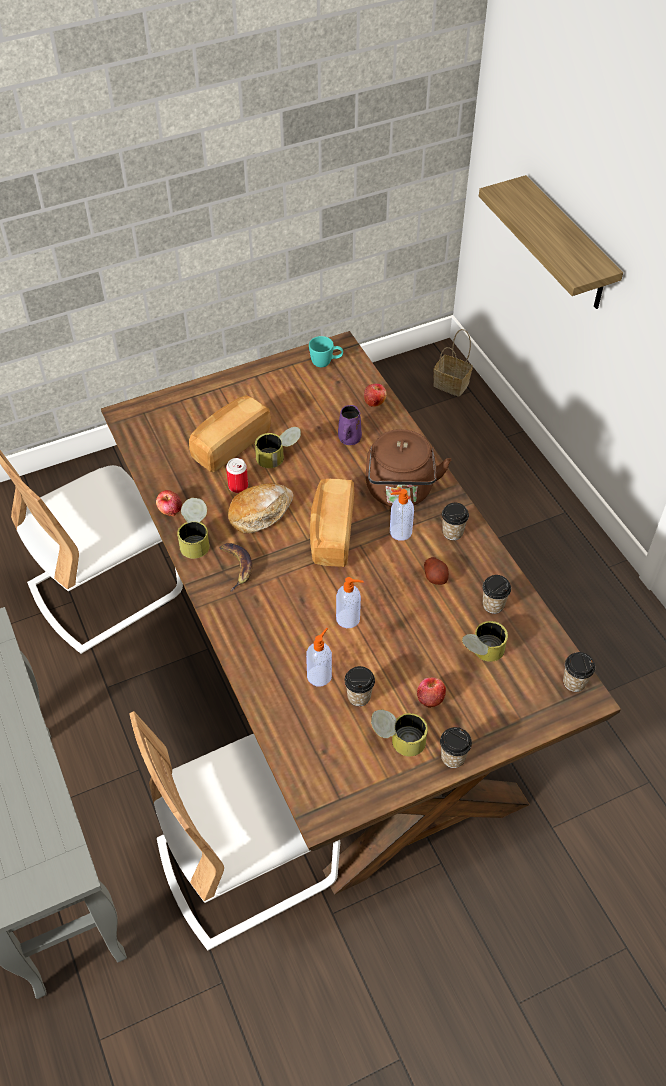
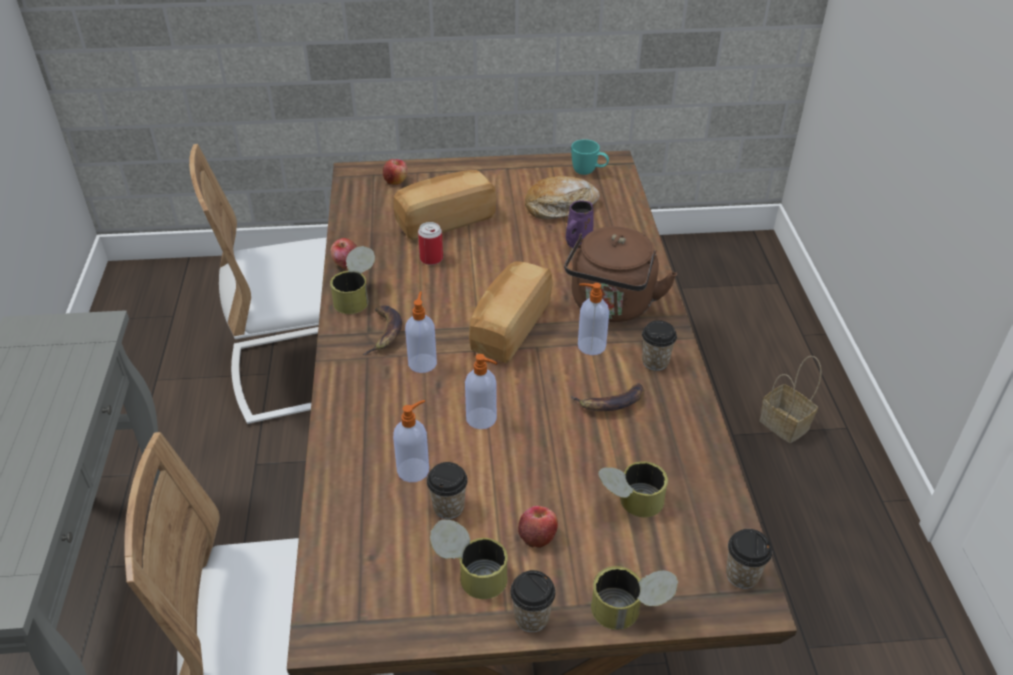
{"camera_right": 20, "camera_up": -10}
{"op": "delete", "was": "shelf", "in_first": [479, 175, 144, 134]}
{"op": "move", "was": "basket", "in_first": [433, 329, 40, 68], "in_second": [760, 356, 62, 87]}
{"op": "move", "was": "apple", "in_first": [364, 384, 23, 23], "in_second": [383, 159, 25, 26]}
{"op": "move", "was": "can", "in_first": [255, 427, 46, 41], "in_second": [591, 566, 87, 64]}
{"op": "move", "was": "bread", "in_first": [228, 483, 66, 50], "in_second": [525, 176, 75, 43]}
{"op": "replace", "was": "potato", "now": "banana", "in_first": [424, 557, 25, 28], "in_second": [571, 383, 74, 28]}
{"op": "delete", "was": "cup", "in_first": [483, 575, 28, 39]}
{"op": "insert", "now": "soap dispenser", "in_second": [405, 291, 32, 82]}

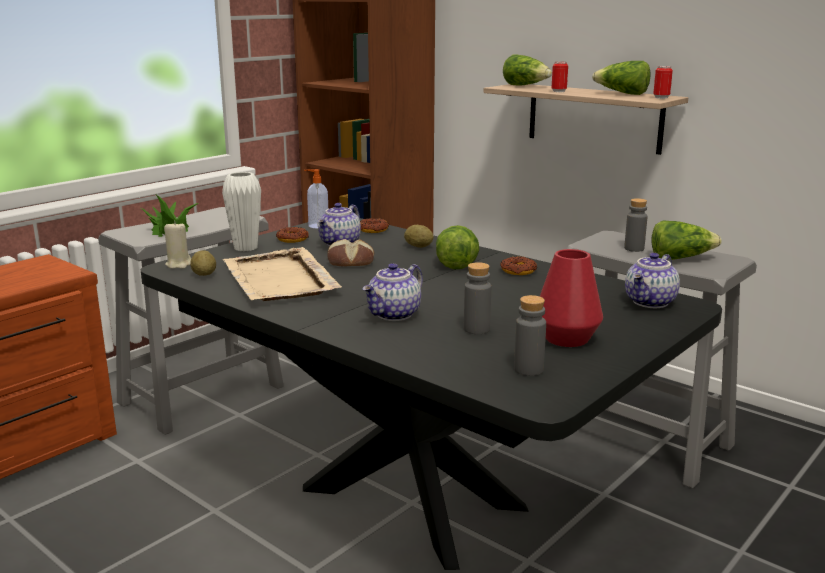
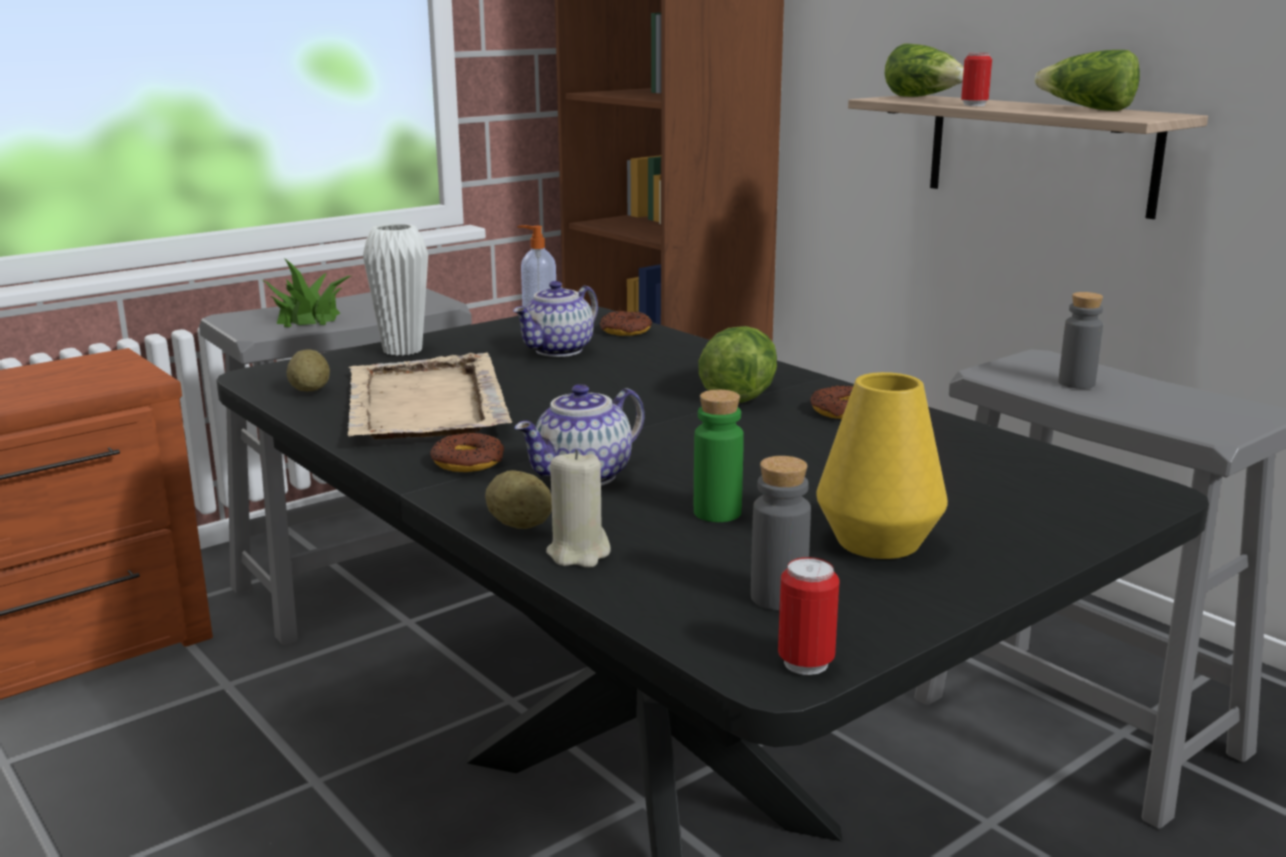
{"camera_right": 10, "camera_up": 0}
{"op": "move", "was": "can", "in_first": [653, 66, 20, 33], "in_second": [778, 557, 62, 118]}
{"op": "delete", "was": "lettuce", "in_first": [651, 220, 71, 40]}
{"op": "move", "was": "candle in beige", "in_first": [164, 221, 27, 48], "in_second": [546, 449, 65, 119]}
{"op": "move", "was": "potato", "in_first": [404, 225, 29, 23], "in_second": [485, 470, 67, 59]}
{"op": "move", "was": "donut", "in_first": [276, 227, 33, 16], "in_second": [430, 433, 74, 39]}
{"op": "delete", "was": "bread", "in_first": [327, 239, 47, 27]}
{"op": "recolor", "was": "vase in red", "now": "vase in yellow", "in_first": [540, 249, 63, 98], "in_second": [816, 372, 132, 187]}
{"op": "delete", "was": "teapot", "in_first": [625, 253, 55, 55]}
{"op": "recolor", "was": "bottle in grey", "now": "bottle in green", "in_first": [464, 262, 27, 72], "in_second": [694, 390, 50, 132]}

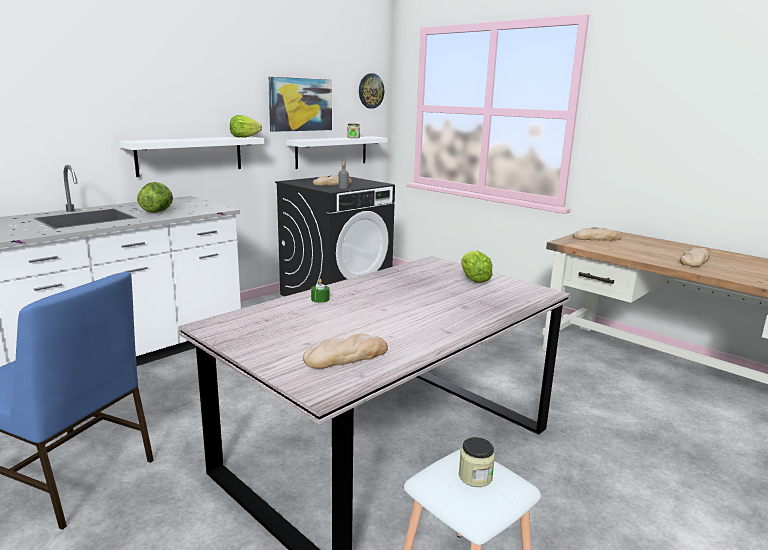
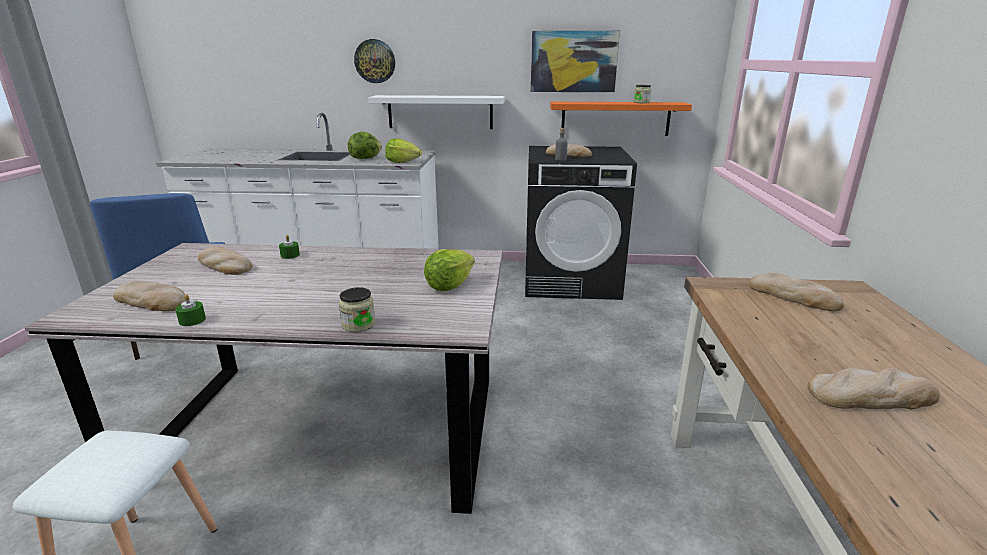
{"camera_right": 50, "camera_up": 5}
{"op": "move", "was": "wall clock", "in_first": [359, 73, 25, 36], "in_second": [354, 39, 41, 44]}
{"op": "move", "was": "lettuce", "in_first": [230, 115, 32, 23], "in_second": [385, 139, 37, 24]}
{"op": "recolor", "was": "shelf in white", "now": "shelf in orange", "in_first": [286, 136, 102, 33], "in_second": [550, 102, 142, 34]}
{"op": "move", "was": "jar", "in_first": [459, 437, 36, 50], "in_second": [339, 287, 36, 45]}
{"op": "insert", "now": "bread", "in_second": [198, 246, 55, 29]}
{"op": "insert", "now": "candle in green", "in_second": [175, 294, 31, 32]}

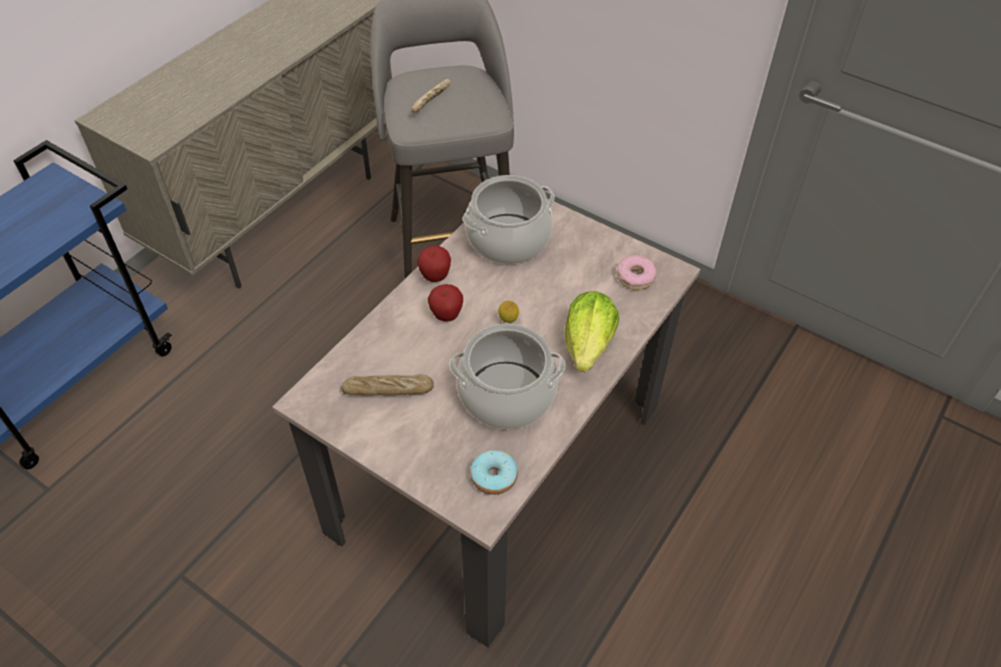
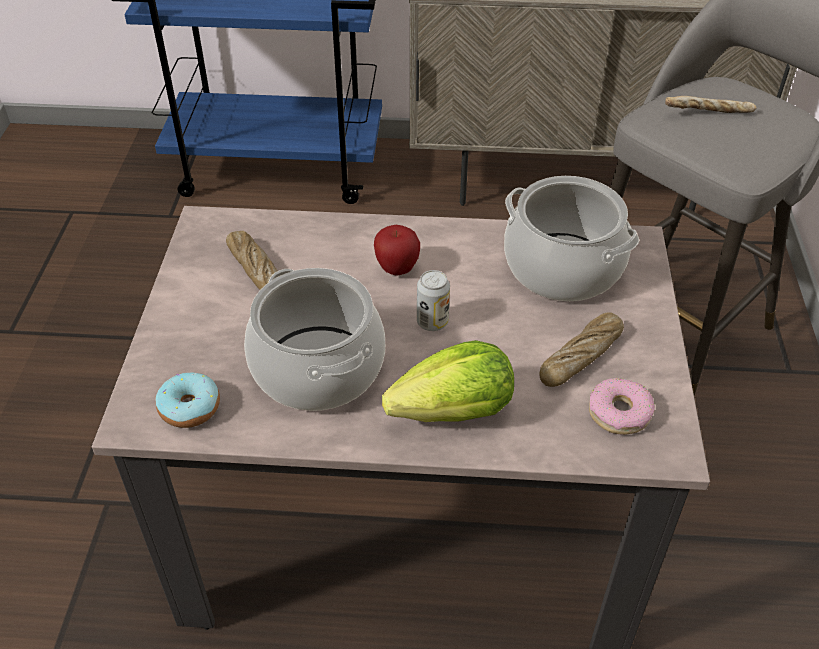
{"camera_right": 60, "camera_up": -5}
{"op": "delete", "was": "apple", "in_first": [417, 246, 34, 36]}
{"op": "replace", "was": "lemon", "now": "can", "in_first": [498, 300, 21, 23], "in_second": [417, 270, 33, 61]}
{"op": "insert", "now": "bread", "in_second": [539, 312, 85, 75]}

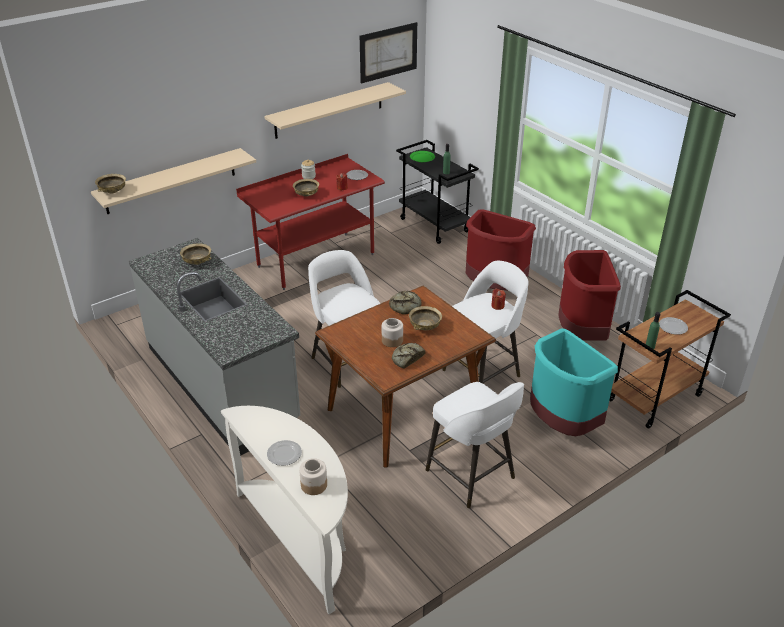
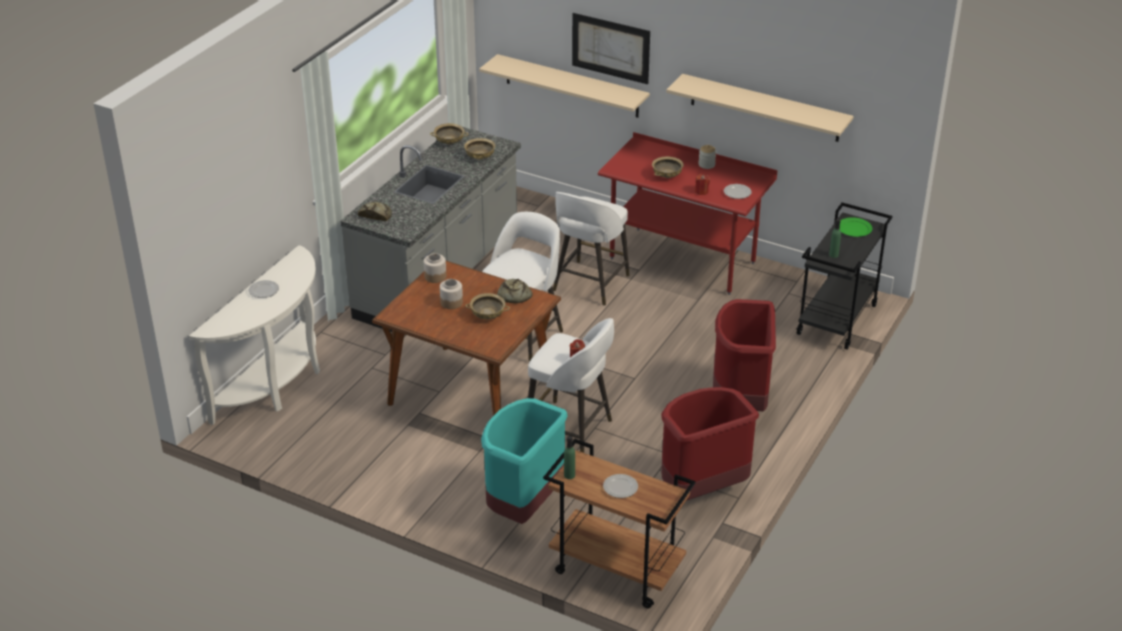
{"camera_right": 65, "camera_up": 0}
{"op": "move", "was": "picture", "in_first": [360, 22, 57, 62], "in_second": [572, 13, 78, 71]}
{"op": "move", "was": "bowl in beige", "in_first": [95, 174, 31, 20], "in_second": [430, 123, 39, 22]}
{"op": "move", "was": "bread", "in_first": [392, 343, 34, 26], "in_second": [358, 202, 34, 19]}
{"op": "move", "was": "stool in white", "in_first": [426, 382, 98, 126], "in_second": [553, 192, 77, 114]}
{"op": "move", "was": "jar", "in_first": [299, 458, 28, 37], "in_second": [424, 253, 22, 30]}

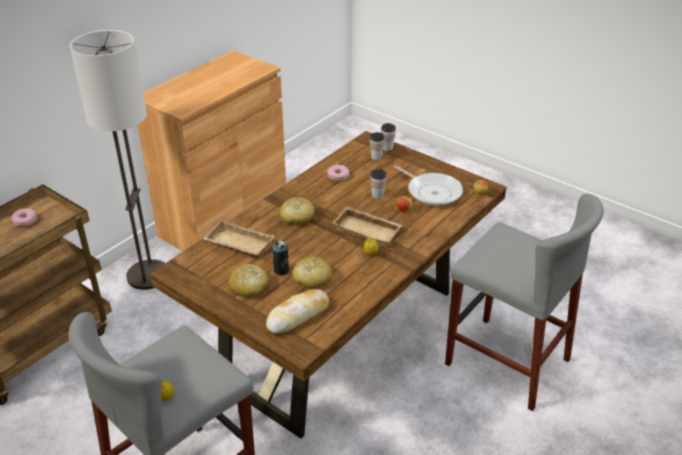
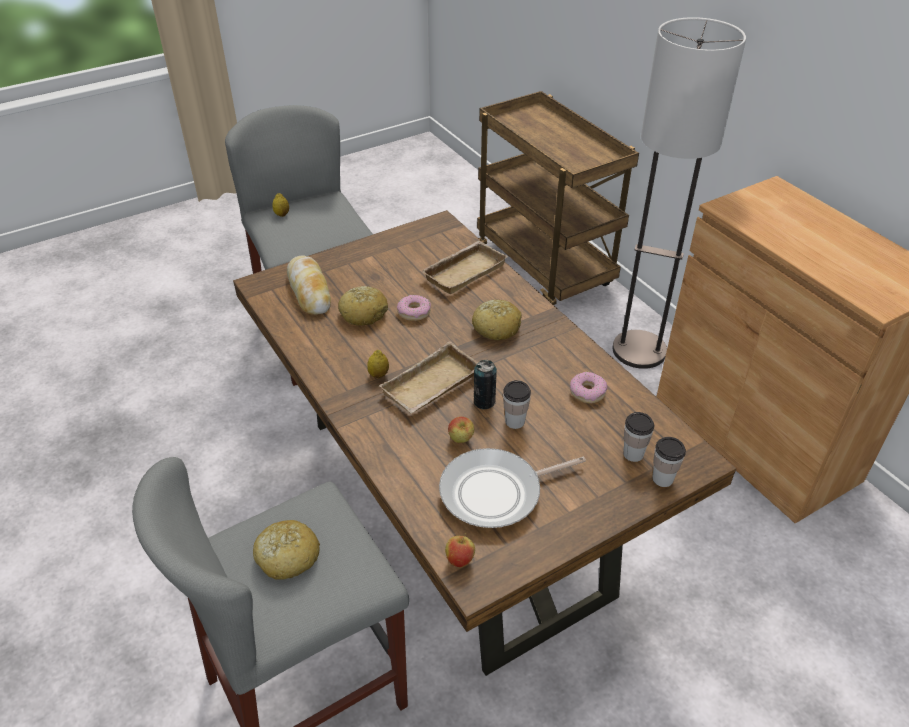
{"camera_right": 110, "camera_up": 5}
{"op": "move", "was": "donut", "in_first": [11, 208, 26, 19], "in_second": [397, 295, 34, 26]}
{"op": "move", "was": "can", "in_first": [272, 240, 17, 35], "in_second": [474, 360, 23, 49]}
{"op": "move", "was": "bread", "in_first": [229, 264, 40, 34], "in_second": [253, 520, 67, 60]}

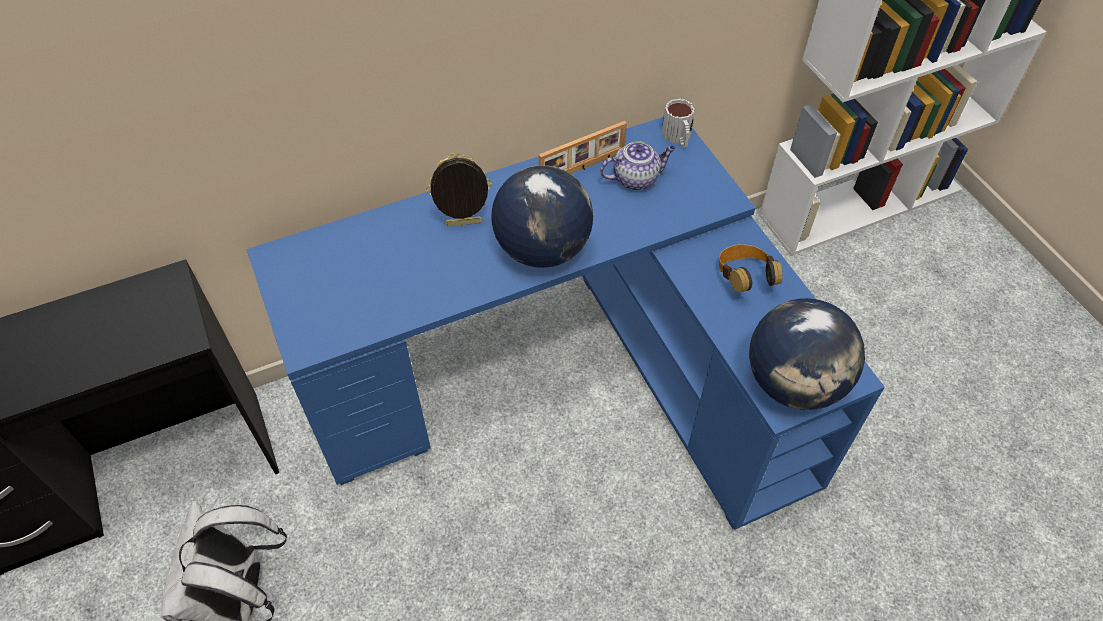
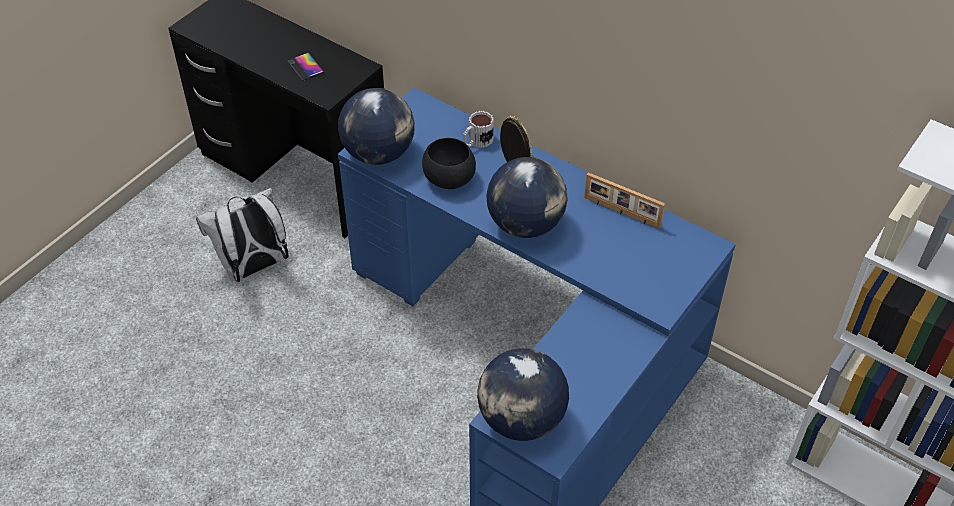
{"camera_right": 60, "camera_up": -5}
{"op": "move", "was": "mug", "in_first": [662, 99, 33, 48], "in_second": [463, 111, 31, 37]}
{"op": "delete", "was": "teapot", "in_first": [600, 141, 76, 49]}
{"op": "delete", "was": "headphones", "in_first": [719, 244, 64, 48]}
{"op": "insert", "now": "phone", "in_second": [288, 53, 36, 28]}
{"op": "insert", "now": "globe", "in_second": [338, 88, 77, 77]}
{"op": "insert", "now": "bowl in black", "in_second": [422, 138, 54, 51]}

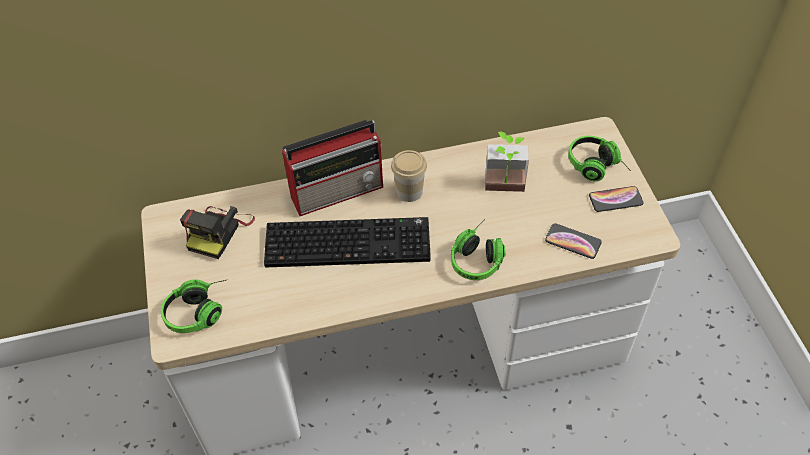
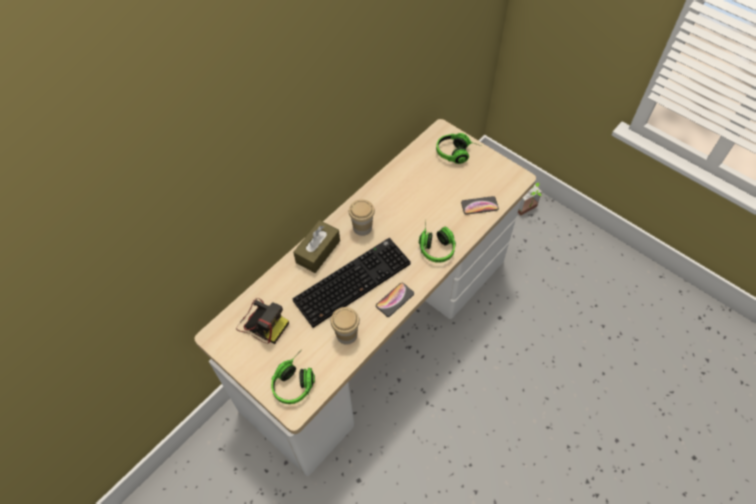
{"camera_right": -35, "camera_up": 5}
{"op": "replace", "was": "radio", "now": "tissue box in brown", "in_first": [282, 120, 101, 96], "in_second": [293, 220, 47, 53]}
{"op": "move", "was": "potted plant", "in_first": [485, 132, 44, 60], "in_second": [518, 182, 24, 33]}
{"op": "move", "was": "phone", "in_first": [589, 186, 55, 26], "in_second": [376, 283, 38, 34]}
{"op": "rotate", "was": "photo camera", "in_first": [180, 206, 75, 53], "in_second": [236, 298, 53, 46], "clockwise": -45}
{"op": "insert", "now": "cup", "in_second": [331, 307, 29, 38]}

